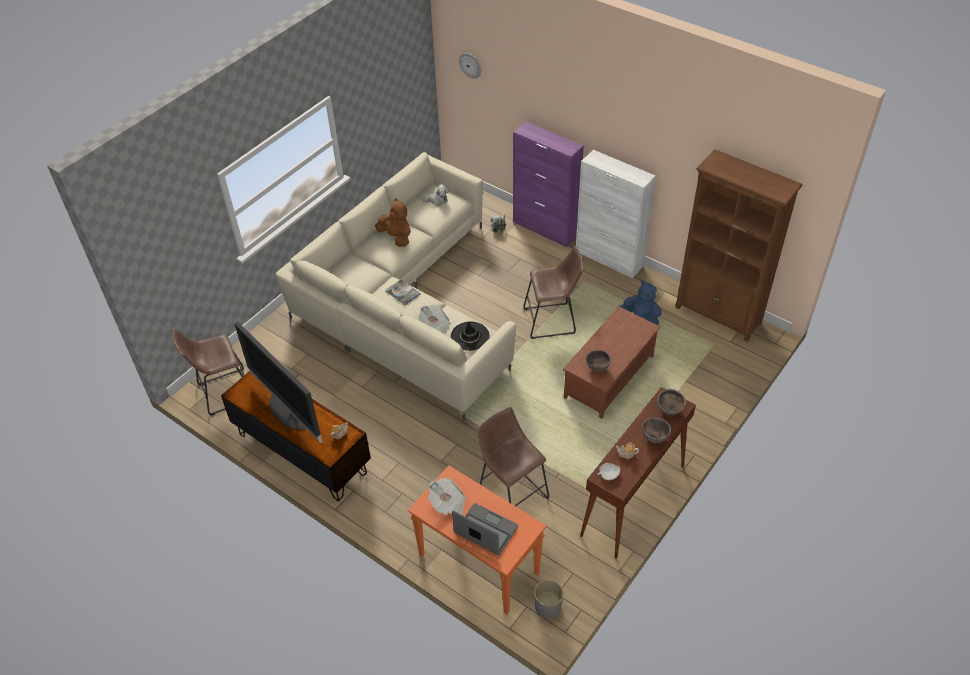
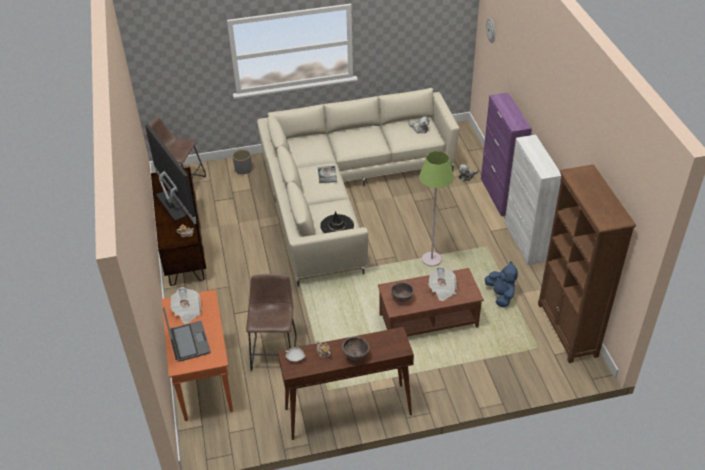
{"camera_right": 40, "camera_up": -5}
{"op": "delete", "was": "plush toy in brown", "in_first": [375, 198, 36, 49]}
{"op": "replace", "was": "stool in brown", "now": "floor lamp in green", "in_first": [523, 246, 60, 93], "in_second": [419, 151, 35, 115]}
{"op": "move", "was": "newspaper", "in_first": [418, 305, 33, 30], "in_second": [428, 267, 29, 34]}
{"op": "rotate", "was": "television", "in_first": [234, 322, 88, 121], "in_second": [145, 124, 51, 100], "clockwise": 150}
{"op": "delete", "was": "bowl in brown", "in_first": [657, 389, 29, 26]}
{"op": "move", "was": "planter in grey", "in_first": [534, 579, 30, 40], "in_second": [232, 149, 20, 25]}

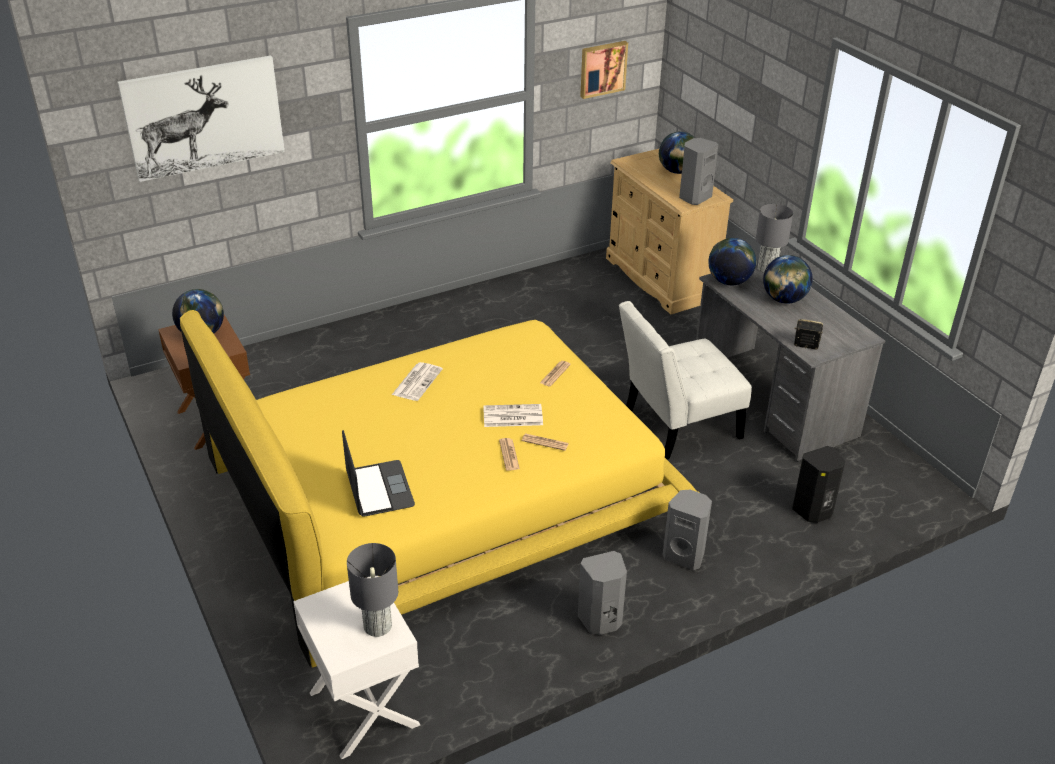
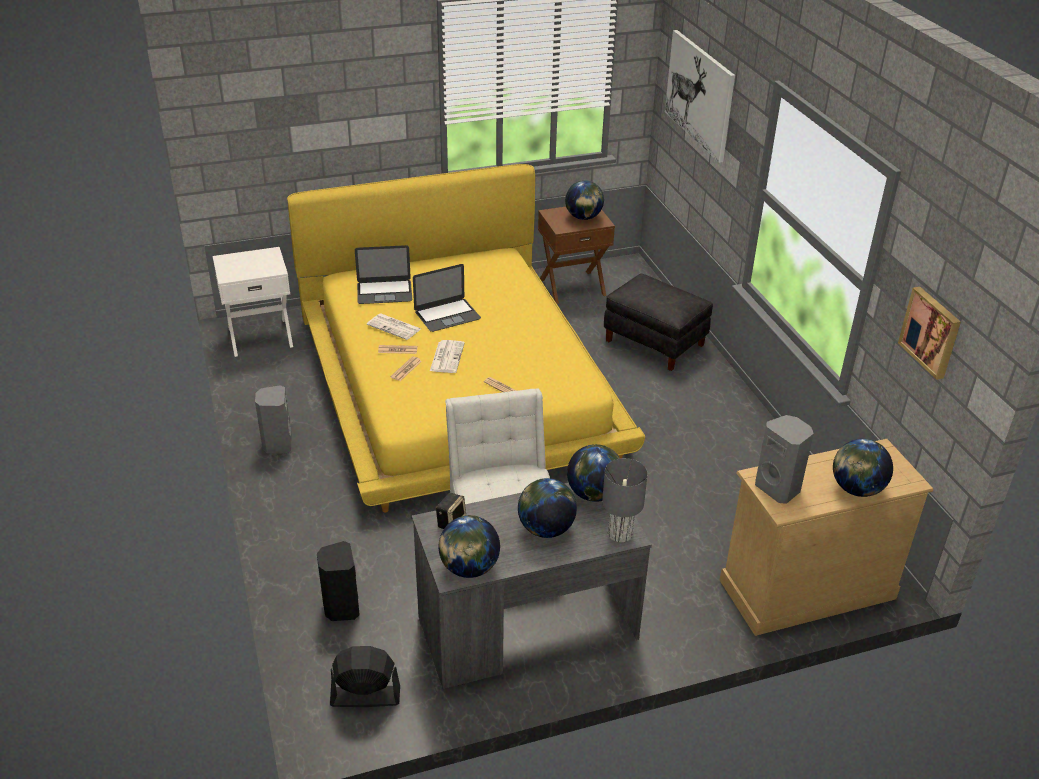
{"camera_right": 100, "camera_up": 0}
{"op": "move", "was": "newspaper", "in_first": [392, 362, 51, 39], "in_second": [367, 314, 54, 26]}
{"op": "delete", "was": "speaker in grey", "in_first": [663, 490, 49, 80]}
{"op": "delete", "was": "table lamp in grey", "in_first": [347, 543, 51, 94]}
{"op": "insert", "now": "laptop", "in_second": [413, 264, 68, 68]}
{"op": "insert", "now": "ottoman in black", "in_second": [604, 273, 109, 98]}
{"op": "insert", "now": "globe", "in_second": [439, 515, 61, 63]}
{"op": "insert", "now": "fan in black", "in_second": [330, 646, 70, 61]}

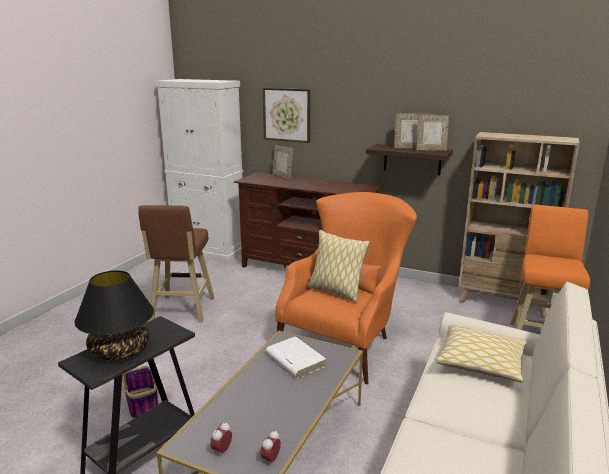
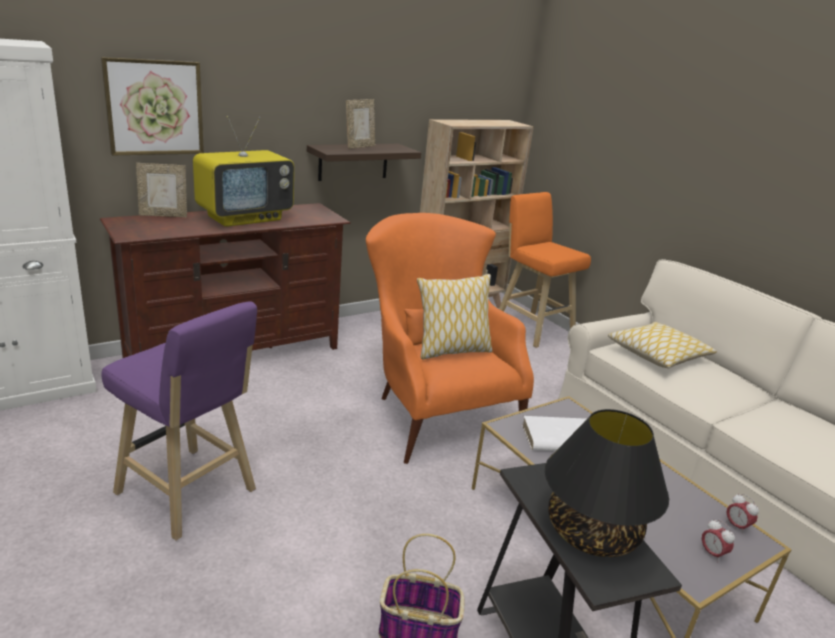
{"camera_right": -60, "camera_up": 5}
{"op": "delete", "was": "picture frame", "in_first": [416, 115, 33, 35]}
{"op": "recolor", "was": "stool in brown", "now": "stool in purple", "in_first": [138, 205, 76, 117], "in_second": [101, 301, 156, 240]}
{"op": "insert", "now": "television", "in_second": [193, 116, 101, 111]}

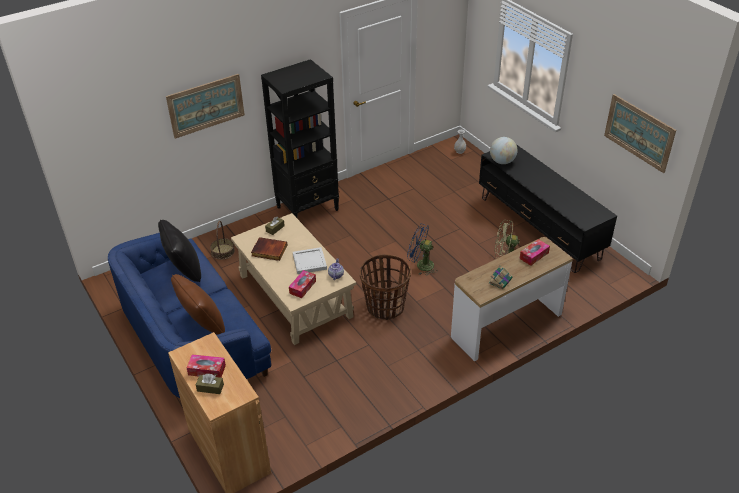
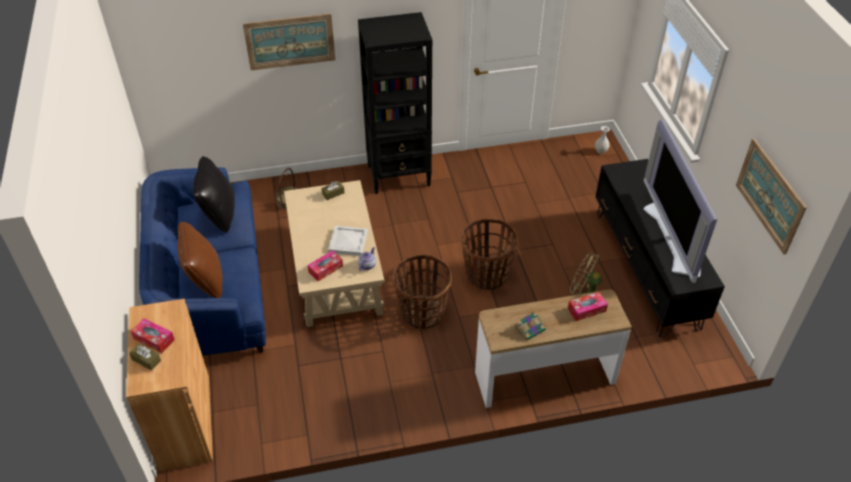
{"camera_right": 20, "camera_up": 5}
{"op": "delete", "was": "globe", "in_first": [490, 137, 27, 27]}
{"op": "replace", "was": "fan in blue", "now": "basket", "in_first": [407, 224, 29, 51], "in_second": [461, 218, 57, 72]}
{"op": "delete", "was": "book", "in_first": [251, 237, 37, 24]}
{"op": "insert", "now": "television", "in_second": [643, 119, 74, 164]}

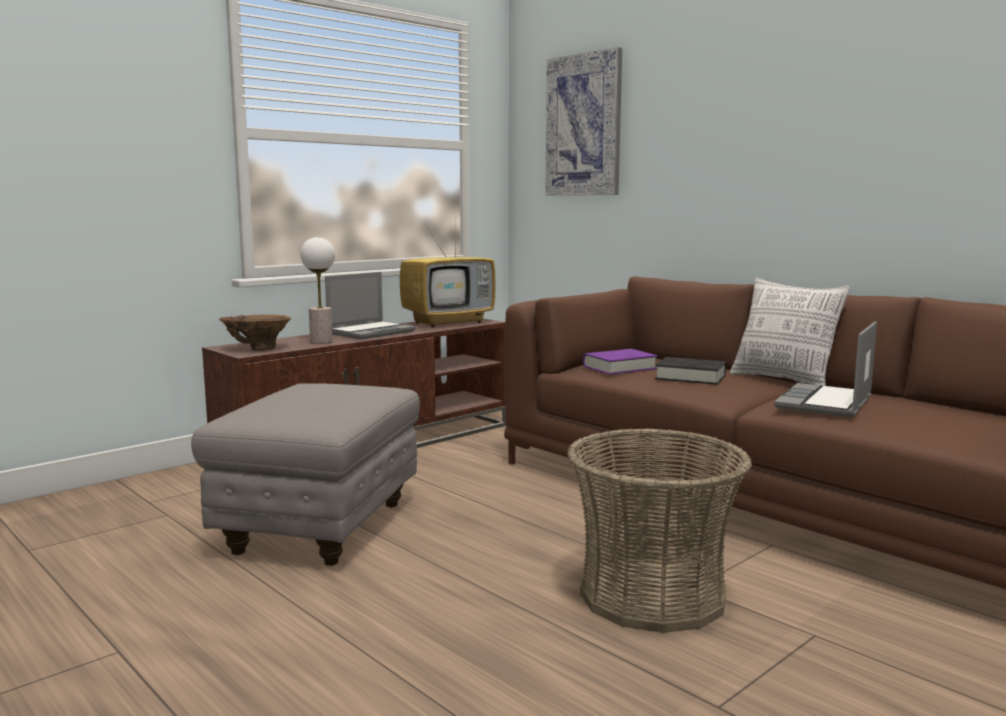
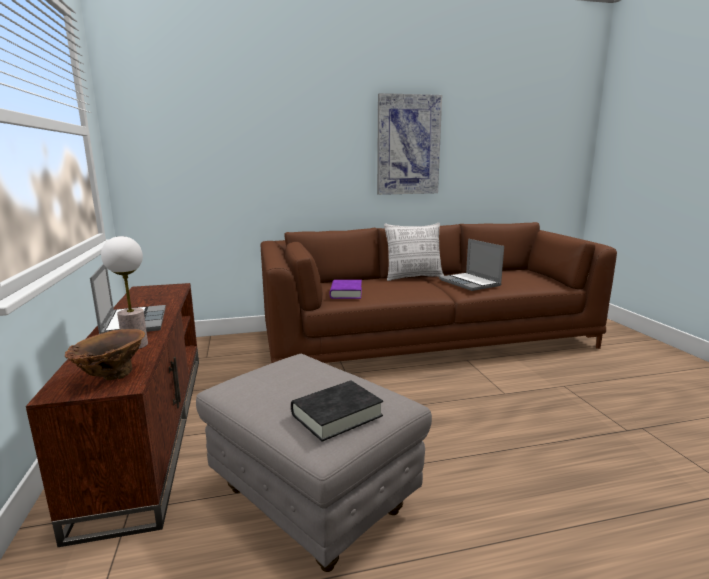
{"camera_right": -60, "camera_up": 5}
{"op": "move", "was": "picture", "in_first": [545, 47, 77, 148], "in_second": [377, 93, 65, 102]}
{"op": "delete", "was": "television", "in_first": [400, 224, 96, 103]}
{"op": "move", "was": "book in black", "in_first": [655, 357, 71, 28], "in_second": [291, 381, 92, 61]}
{"op": "delete", "was": "basket", "in_first": [567, 428, 185, 205]}

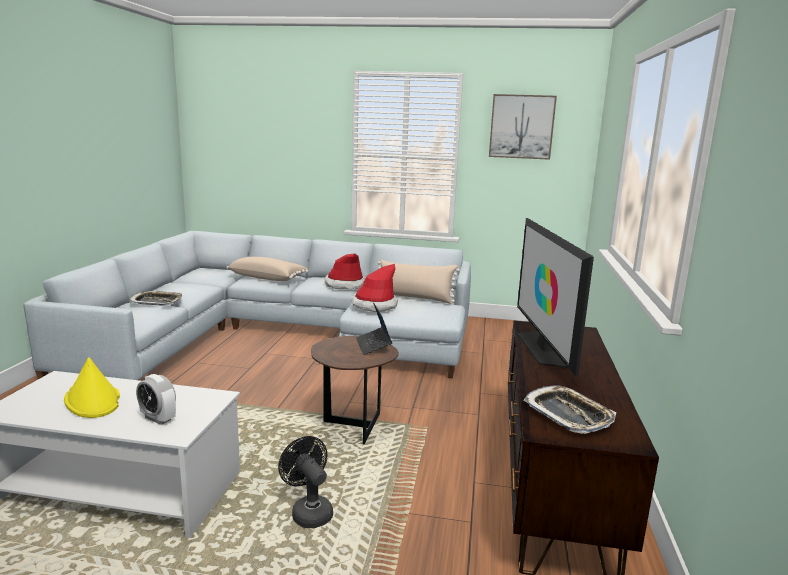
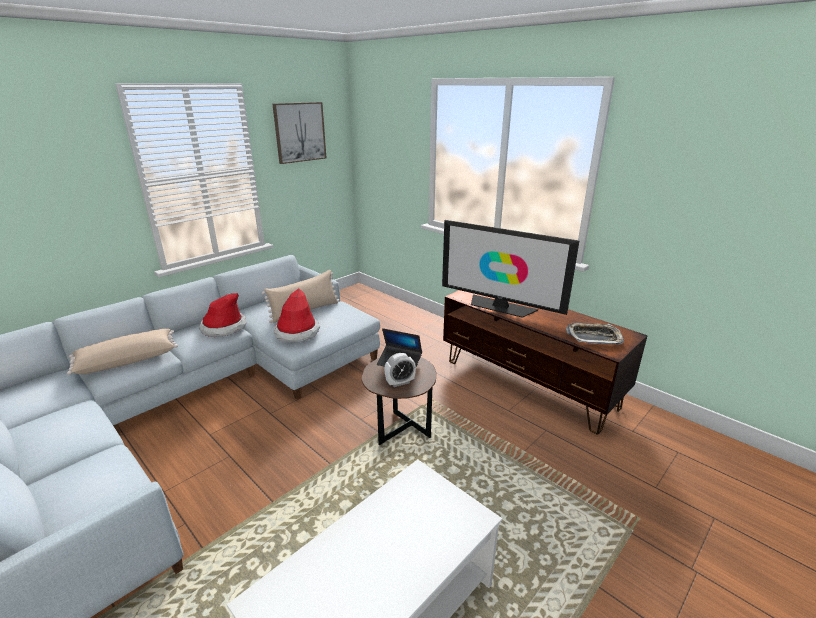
{"camera_right": -55, "camera_up": 10}
{"op": "delete", "was": "tray", "in_first": [130, 291, 52, 15]}
{"op": "delete", "was": "hat in yellow", "in_first": [64, 357, 56, 61]}
{"op": "move", "was": "alarm clock", "in_first": [136, 374, 40, 51], "in_second": [384, 353, 32, 34]}
{"op": "delete", "was": "fan in black", "in_first": [278, 436, 55, 92]}

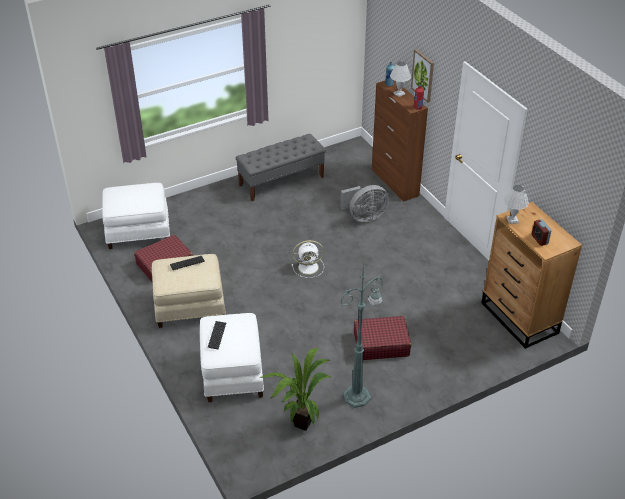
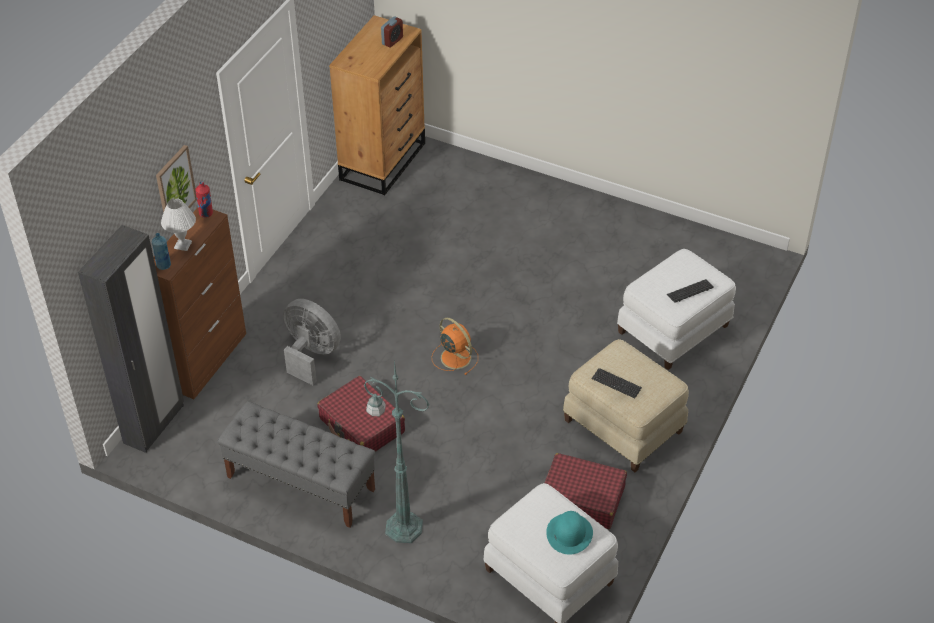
{"camera_right": -125, "camera_up": 5}
{"op": "delete", "was": "table lamp in white", "in_first": [504, 185, 25, 39]}
{"op": "recolor", "was": "fan in white", "now": "fan in orange", "in_first": [292, 240, 32, 38], "in_second": [432, 318, 46, 57]}
{"op": "move", "was": "floor lamp in green", "in_first": [340, 263, 43, 145], "in_second": [364, 359, 66, 184]}
{"op": "move", "was": "suitcase in red", "in_first": [354, 316, 57, 44], "in_second": [317, 376, 88, 76]}
{"op": "delete", "was": "potted plant", "in_first": [260, 348, 72, 83]}
{"op": "insert", "now": "wardrobe in black", "in_second": [78, 225, 106, 228]}
{"op": "insert", "now": "hat in turquoise", "in_second": [546, 511, 47, 44]}

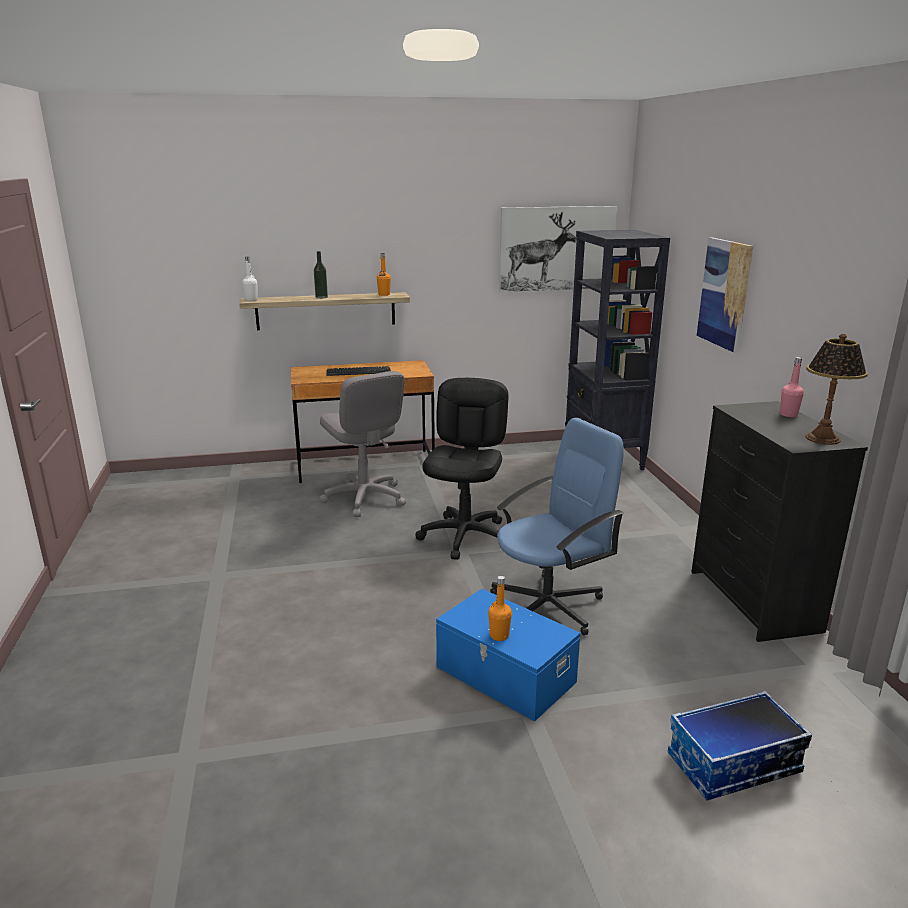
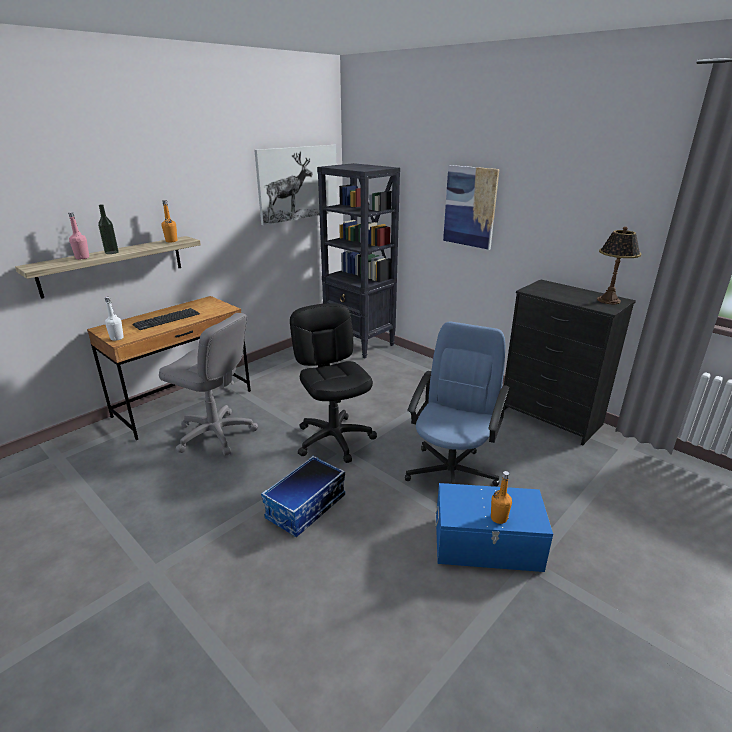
{"camera_right": -35, "camera_up": 5}
{"op": "move", "was": "bottle in white", "in_first": [242, 257, 16, 44], "in_second": [105, 297, 19, 44]}
{"op": "move", "was": "bottle in pink", "in_first": [780, 357, 24, 60], "in_second": [68, 212, 21, 47]}
{"op": "move", "was": "storage box", "in_first": [668, 691, 144, 109], "in_second": [261, 456, 84, 81]}

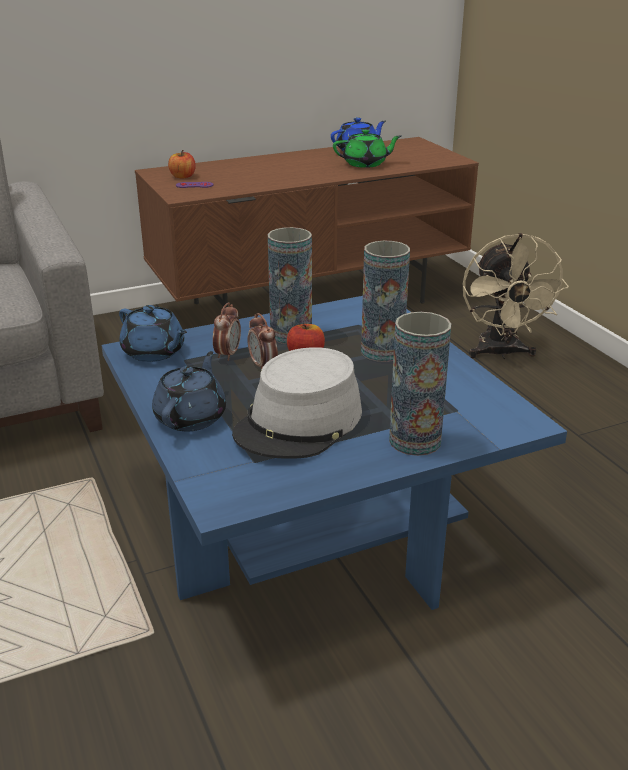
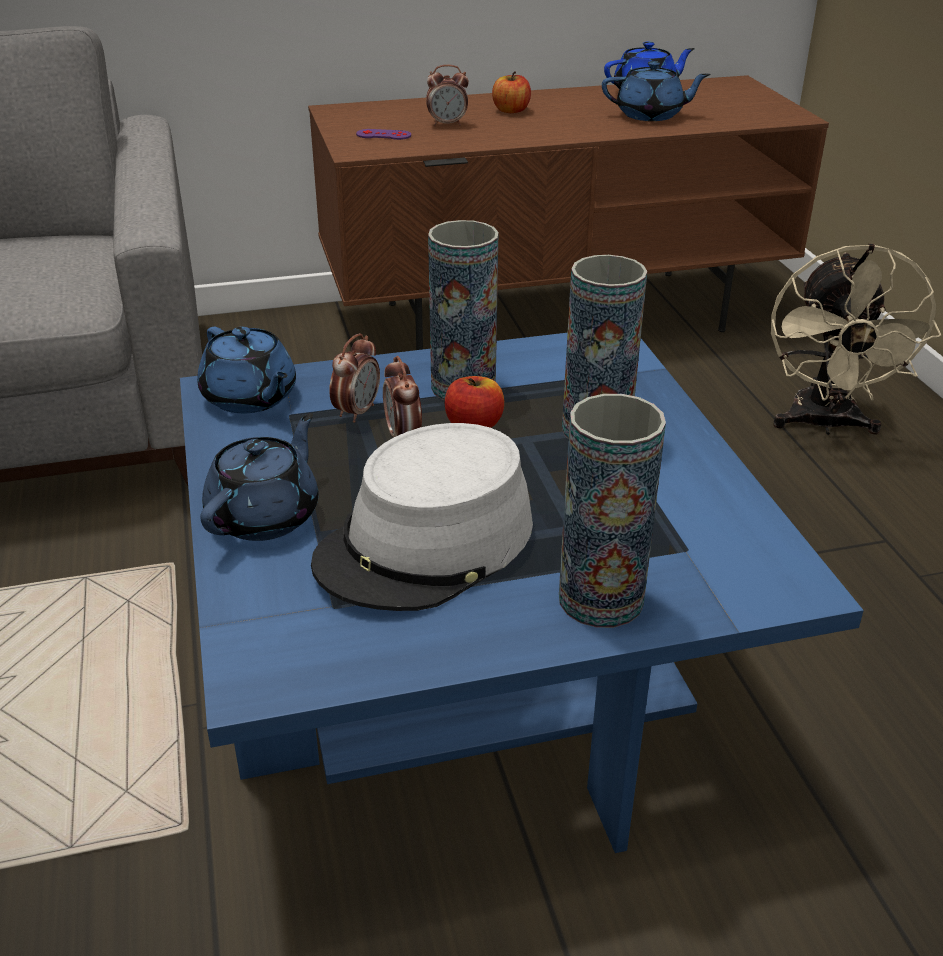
{"camera_right": 10, "camera_up": 5}
{"op": "recolor", "was": "teapot in green", "now": "teapot in blue", "in_first": [333, 129, 68, 39], "in_second": [602, 61, 109, 60]}
{"op": "move", "was": "apple", "in_first": [168, 150, 28, 29], "in_second": [492, 71, 39, 42]}
{"op": "insert", "now": "alarm clock", "in_second": [426, 65, 43, 61]}

